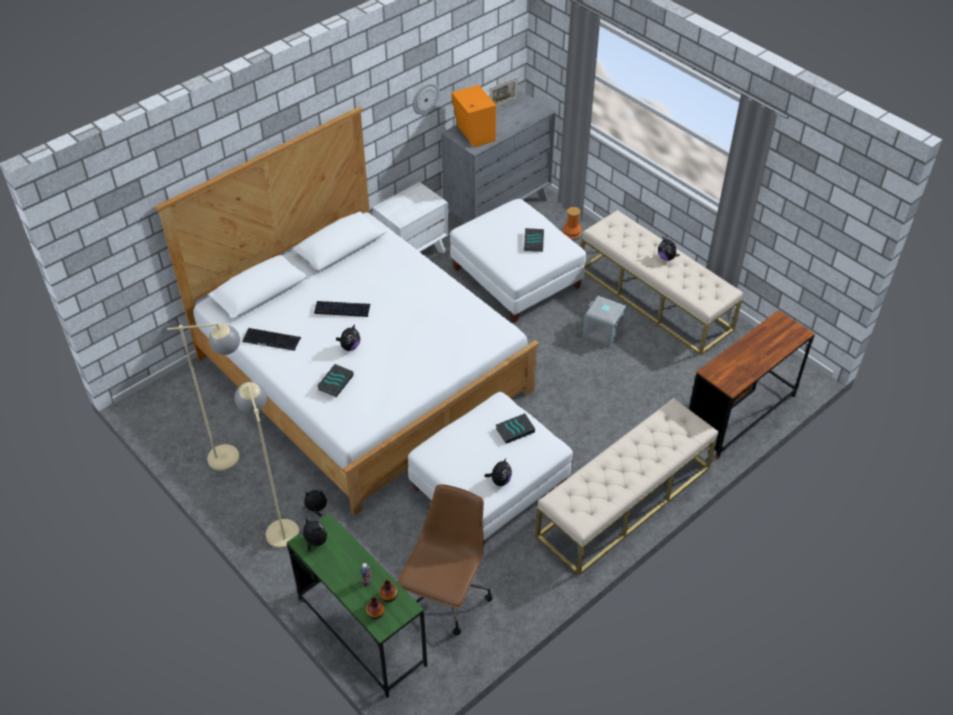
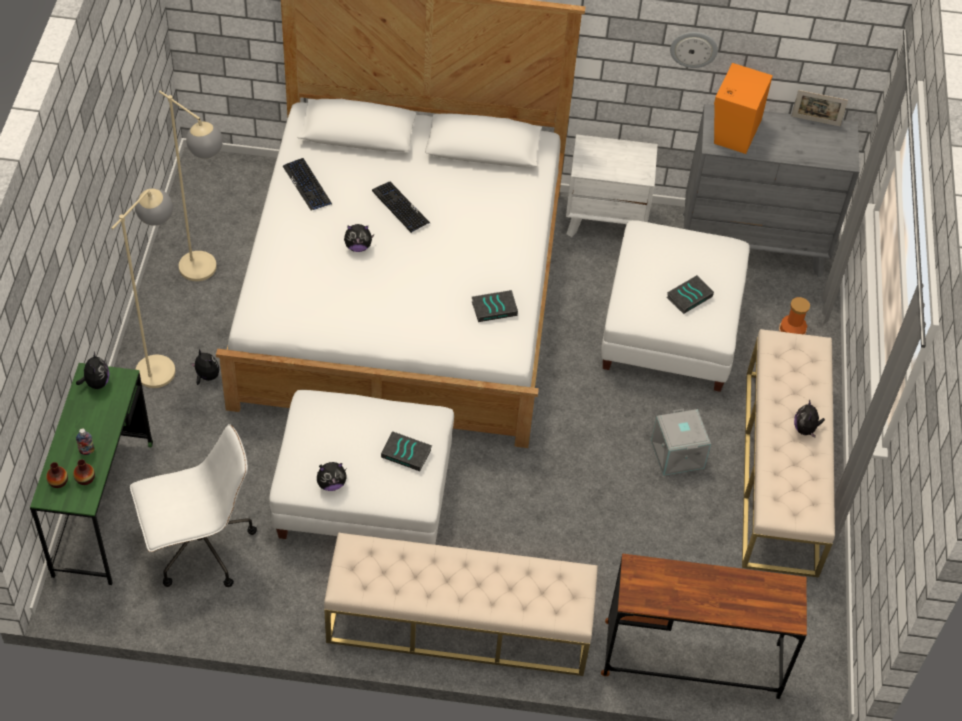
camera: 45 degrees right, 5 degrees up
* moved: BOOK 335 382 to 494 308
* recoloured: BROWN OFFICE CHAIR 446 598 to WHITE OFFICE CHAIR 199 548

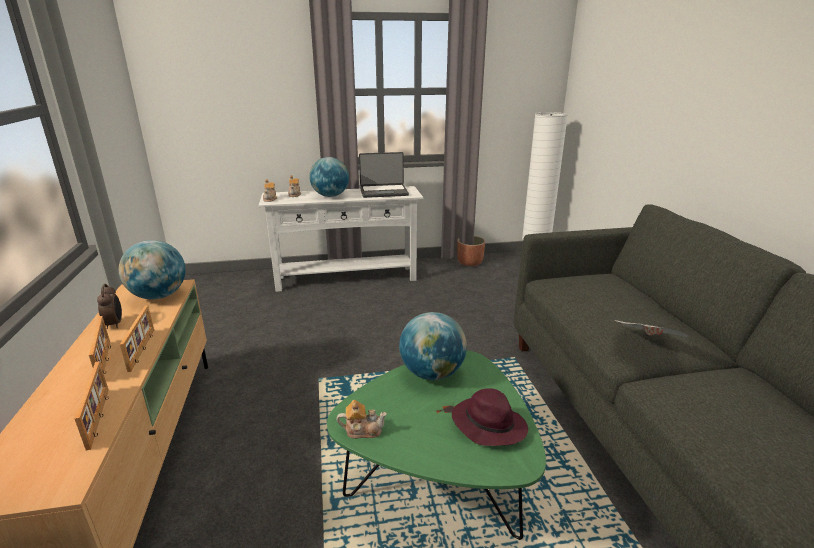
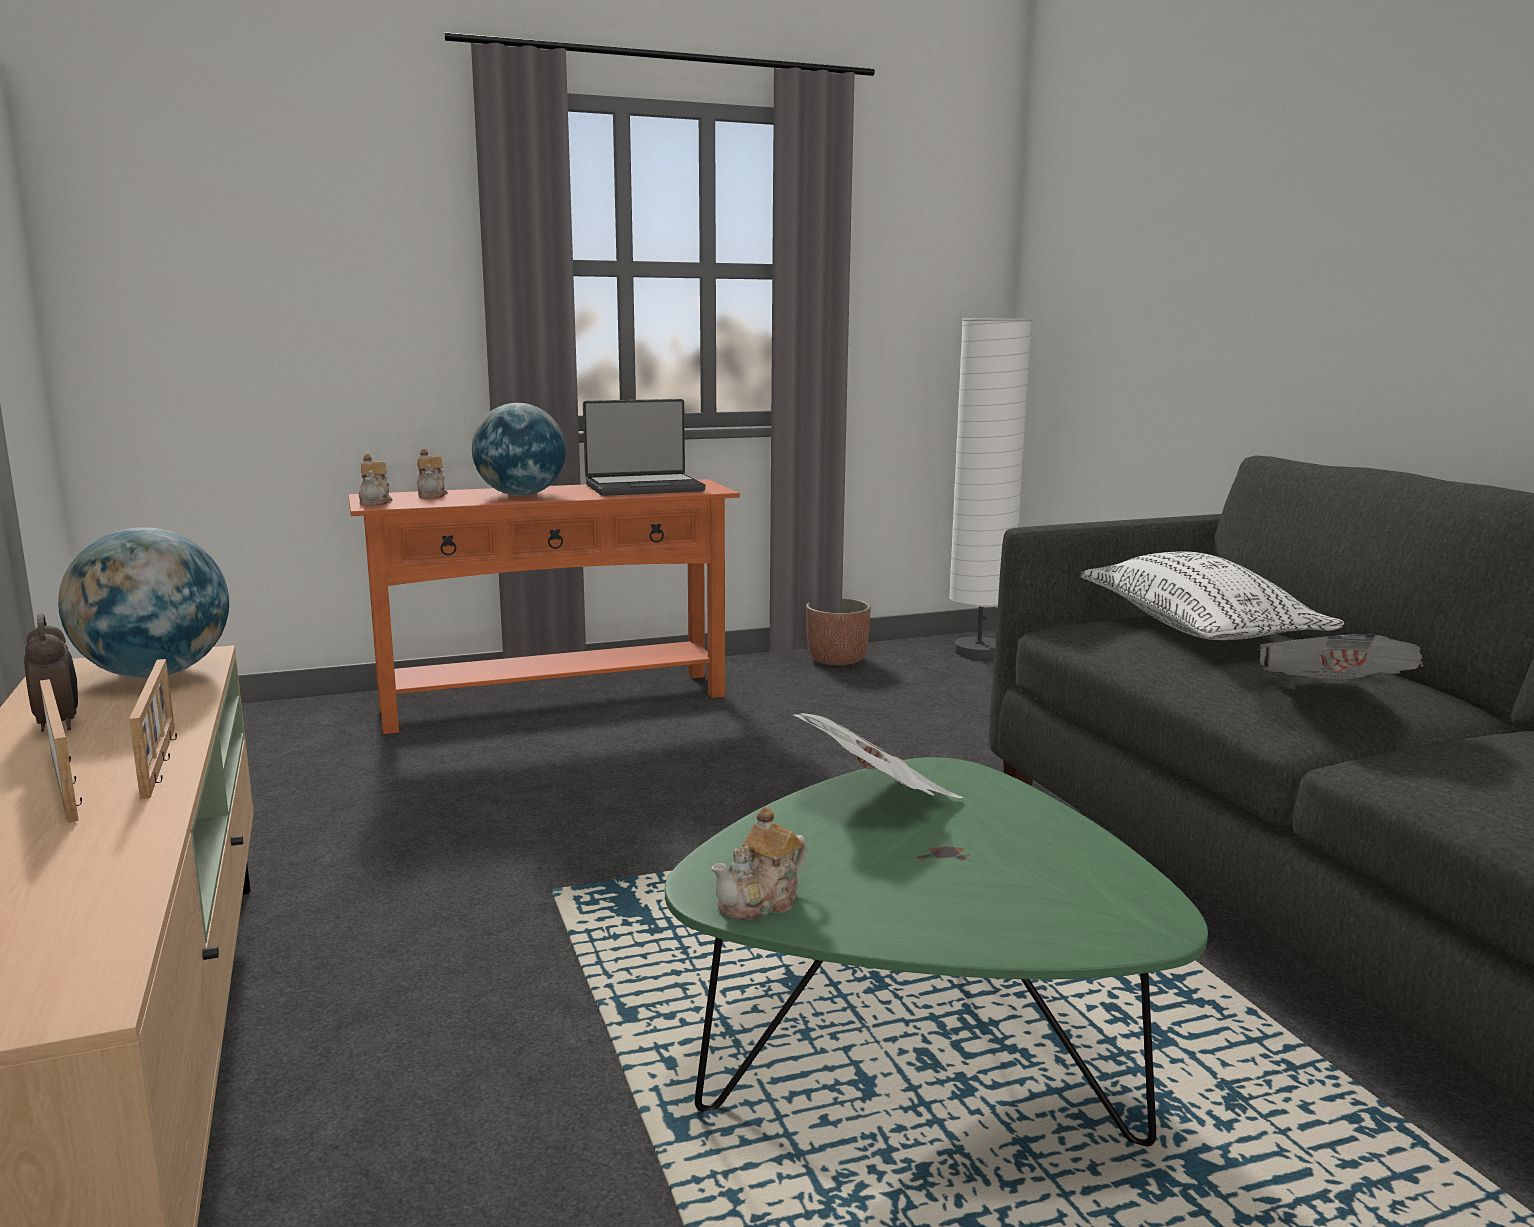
camera: 10 degrees left, 10 degrees down
* recoloured: WHITE CONSOLE TABLE 346 278 to ORANGE CONSOLE TABLE 554 701
* replaced: GLOBE 432 373 to NEWSPAPER 877 798
* removed: PICTURE FRAME 99 417
* removed: PURPLE HAT 487 424
* turned: TEAPOT 362 430 = 761 902 150 degrees clockwise
* added: WHITE PILLOW 1195 629

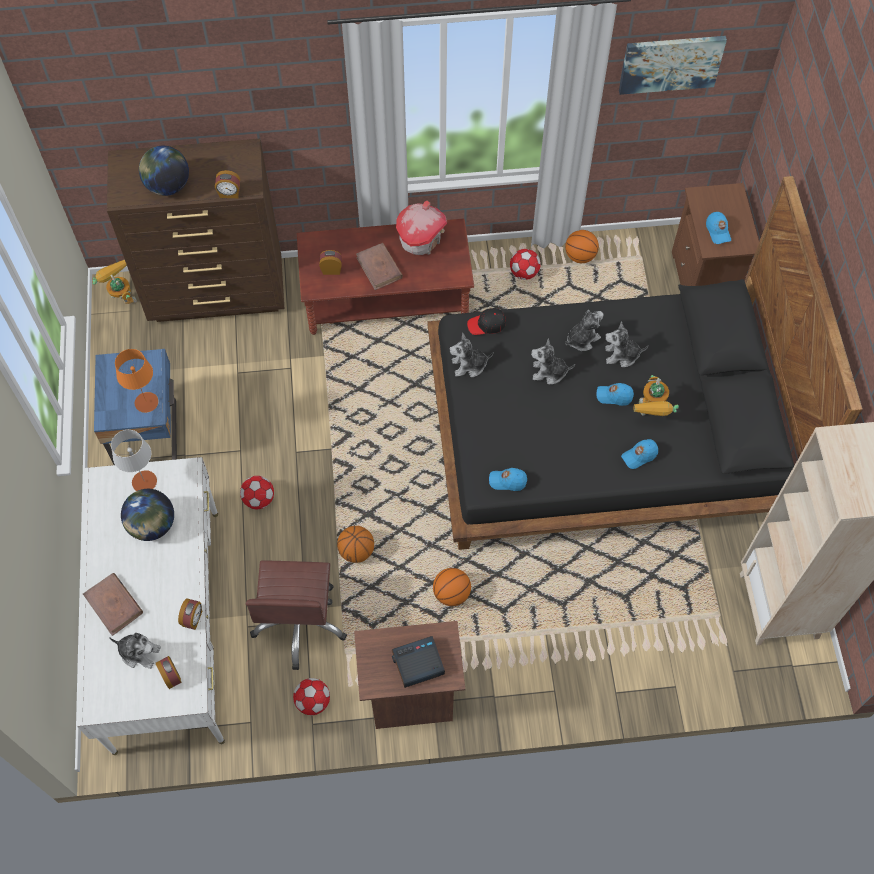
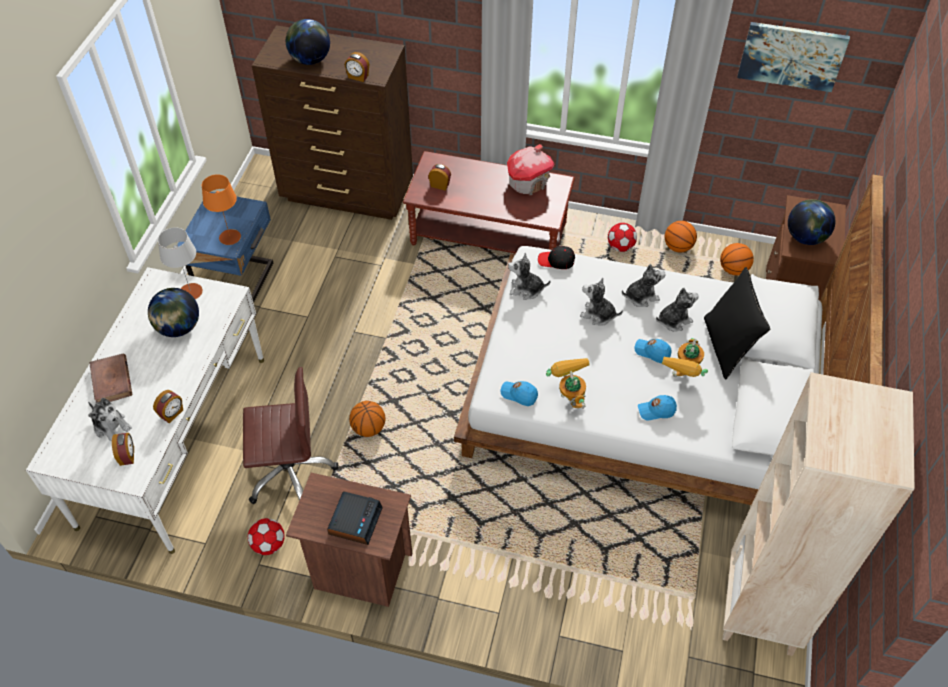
camera: 20 degrees right, 10 degrees down
* recoloured: BLACK BED 604 430 to WHITE BED 643 396
* replaced: BLUE CAP 718 231 to GLOBE 805 237
* removed: BROWN BOOK 379 268
* moved: TOY ROBOT 121 296 to 568 397
* turned: PLUSH TOY 621 355 = 674 320 135 degrees clockwise
* removed: FOOTBALL 259 499
* turned: BROWN OFFICE CHAIR 300 622 = 290 472 120 degrees counterclockwise
* moved: BASKETBALL 451 593 to 733 270
* turned: ALARM CLOCK 417 663 = 355 520 105 degrees clockwise
* added: BLACK PILLOW 727 346

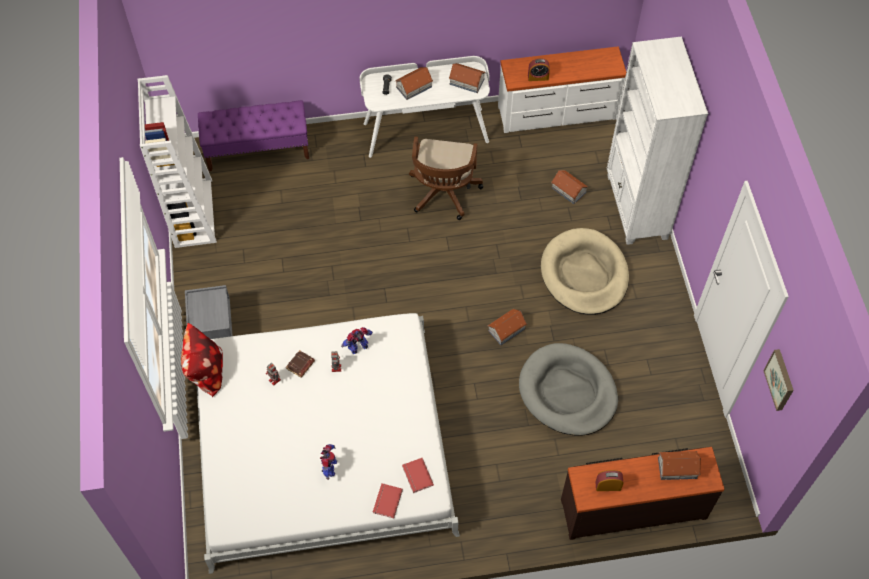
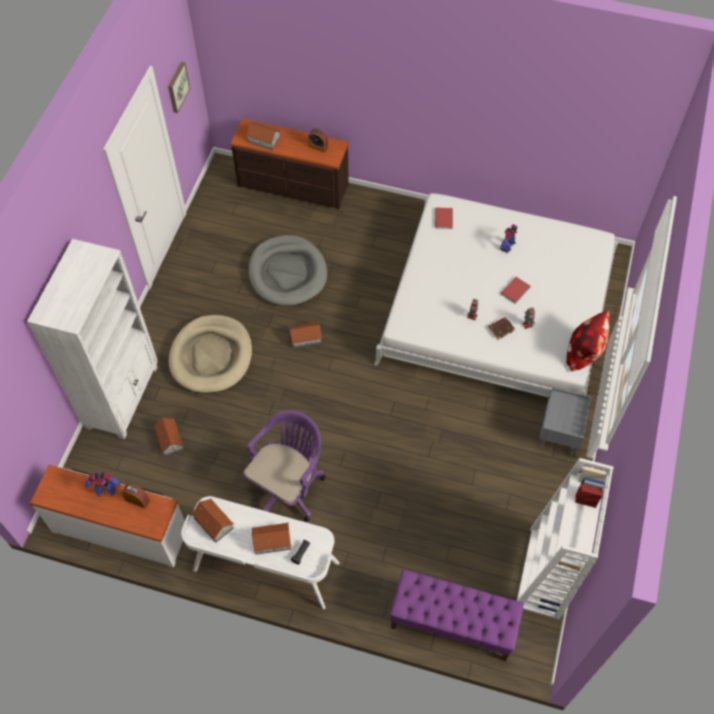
camera: 155 degrees left, 0 degrees up
* recoloured: BROWN OFFICE CHAIR 443 194 to PURPLE OFFICE CHAIR 288 485
* moved: TOY ROBOT 359 347 to 105 490
* moved: RED BOOK 386 501 to 516 291

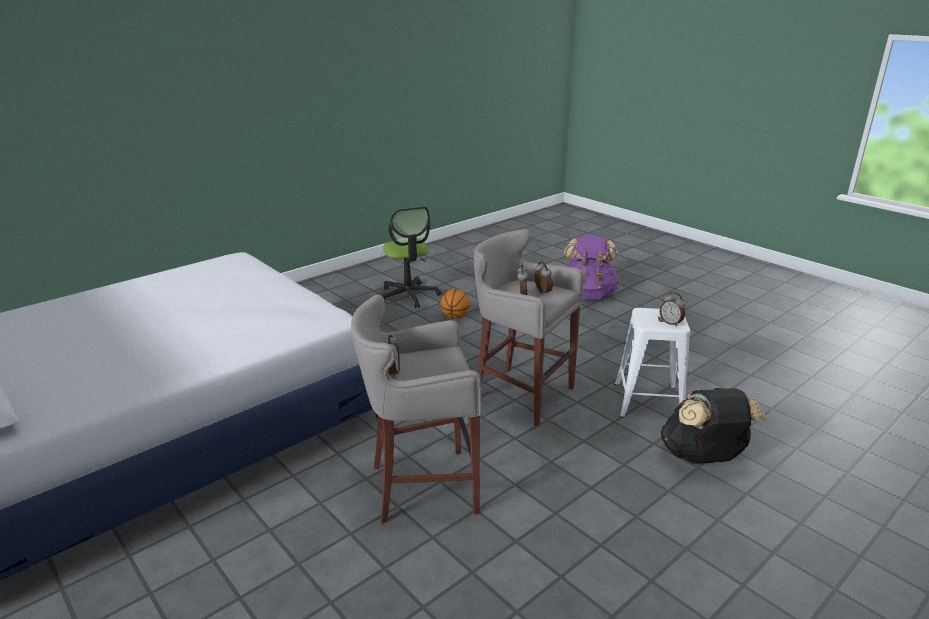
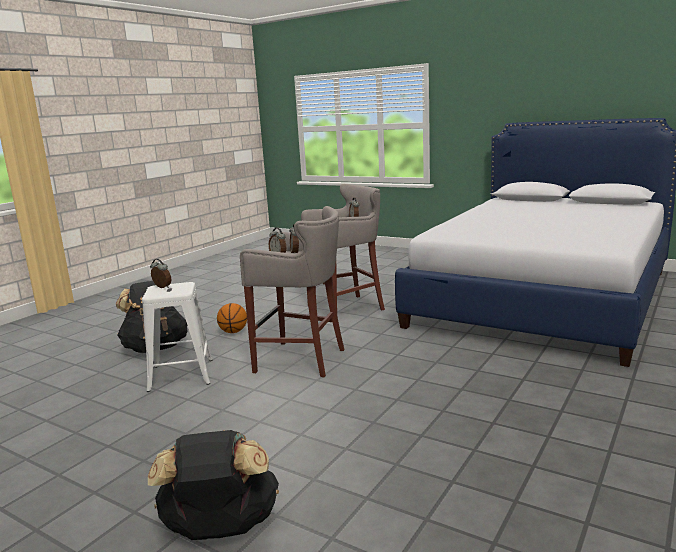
camera: 165 degrees right, 10 degrees down
* removed: OFFICE CHAIR 408 295
* recoloured: PURPLE BACKPACK 587 295 to BLACK BACKPACK 221 529
* moved: BASKETBALL 455 317 to 233 332

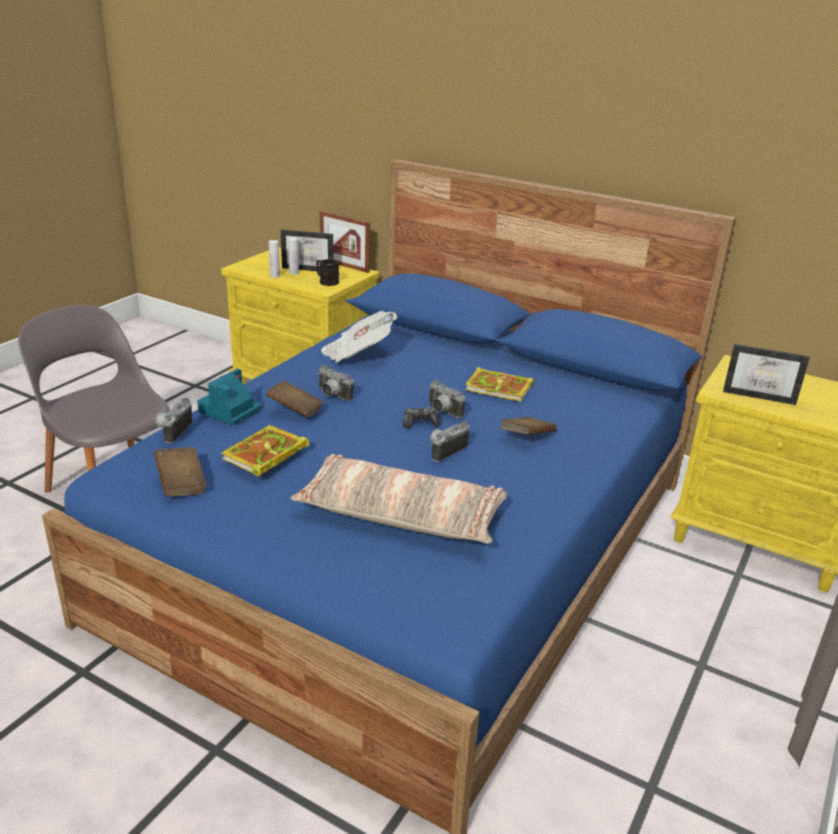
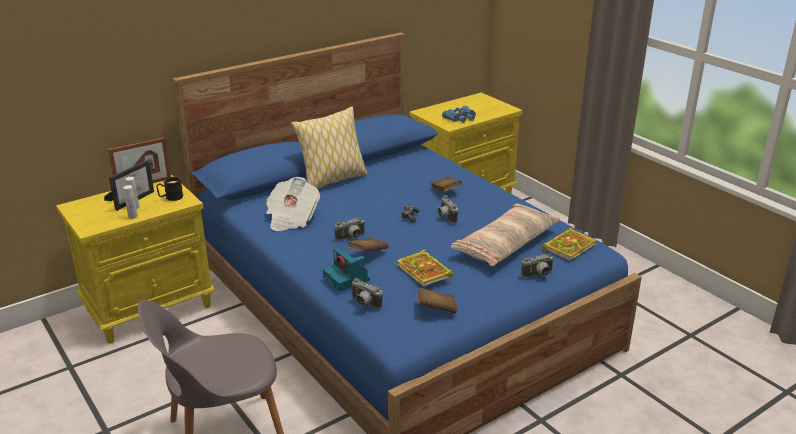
camera: 65 degrees left, 0 degrees up
* replaced: PICTURE FRAME 760 395 to BLUE BINOCULARS 460 118
* moved: BOOK 500 388 to 569 246
* moved: PHOTO CAMERA 442 411 to 538 275
* added: PILLOW 332 180

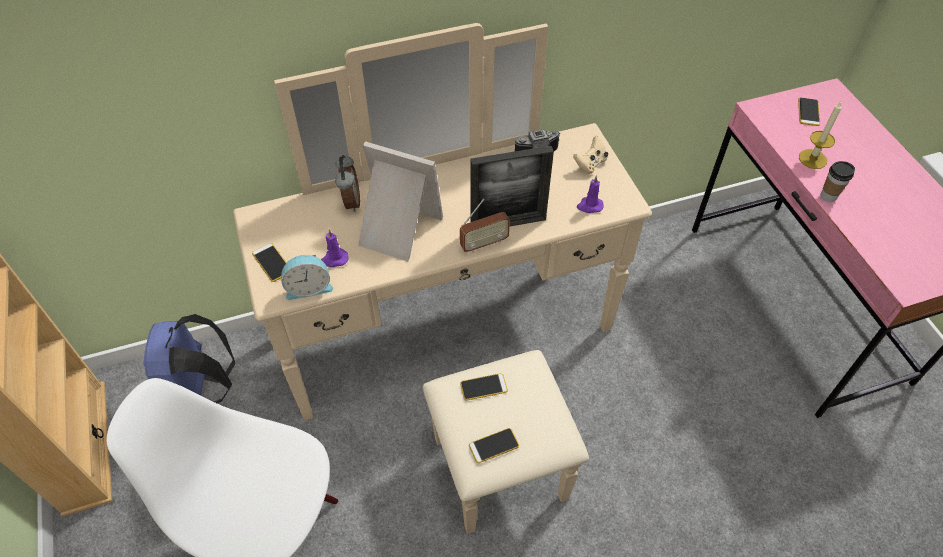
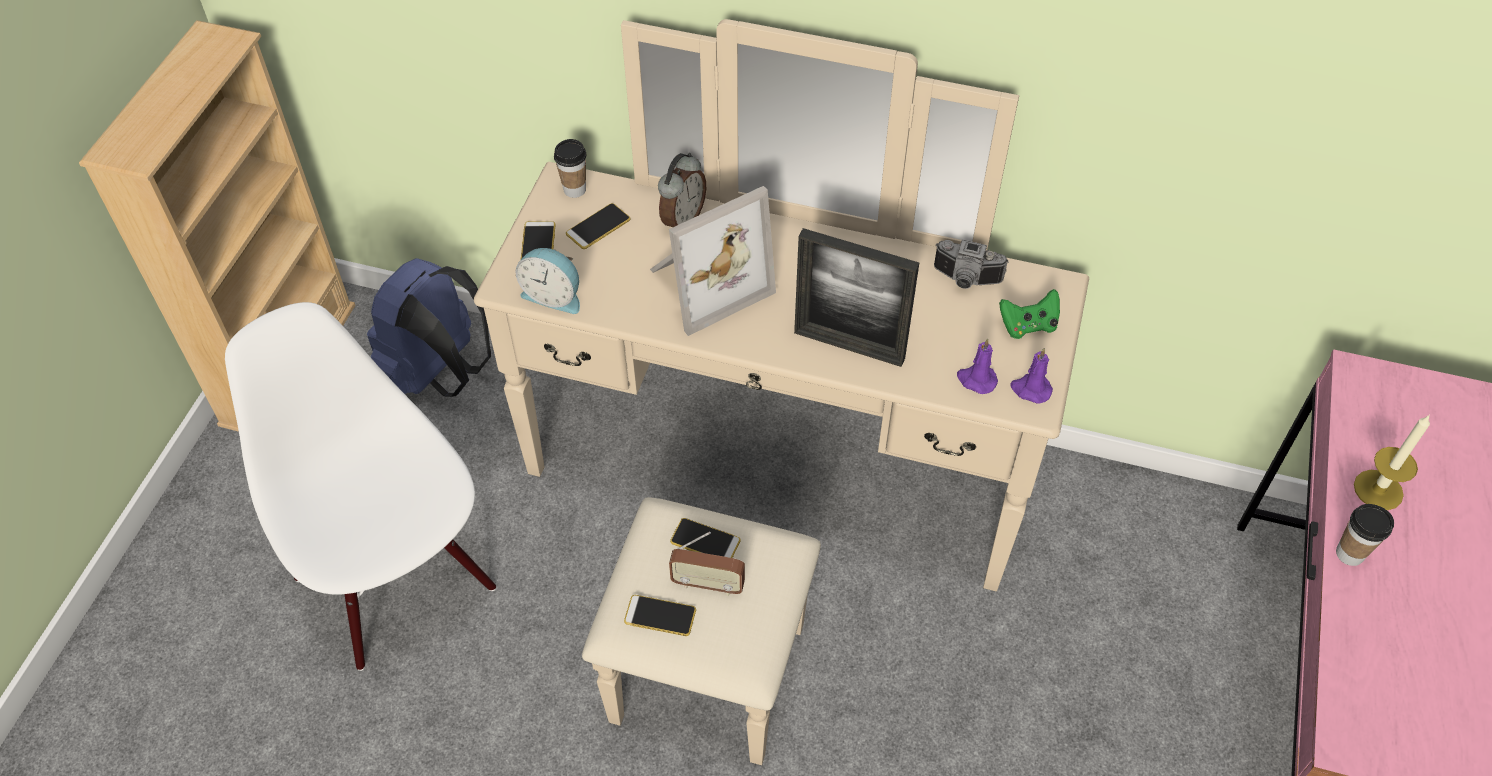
camera: 35 degrees right, 0 degrees up
* moved: PHONE 808 112 to 598 227
* recoloured: BEIGE GAME CONTROLLER 590 164 to GREEN GAME CONTROLLER 1028 326
* turned: PICTURE FRAME 396 230 = 706 282 90 degrees clockwise
* moved: RADIO 484 243 to 708 584
* moved: PURPLE CANDLE 334 259 to 1030 389
* added: CUP 574 190

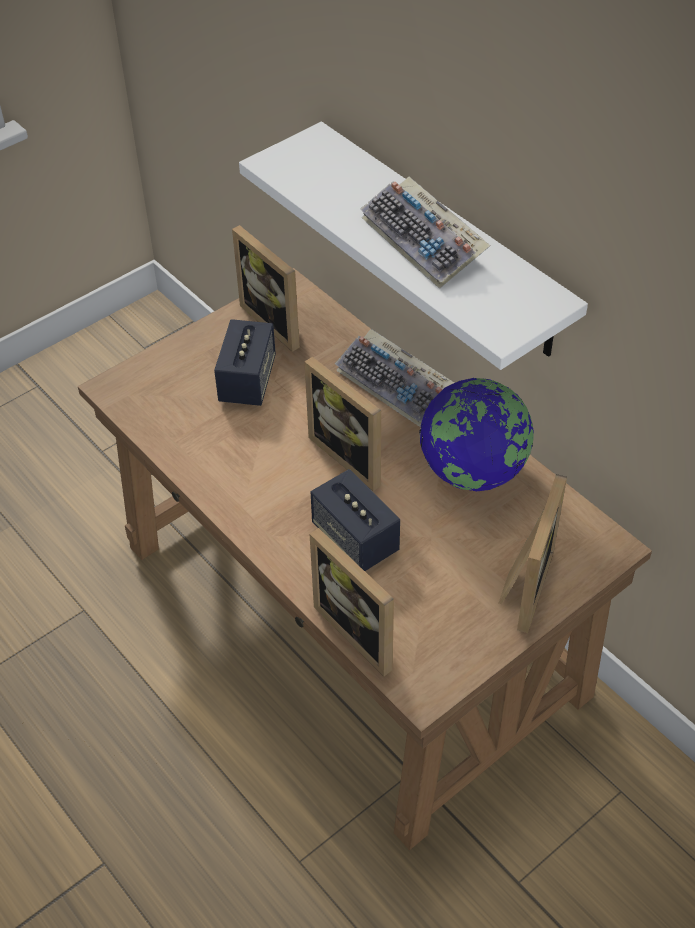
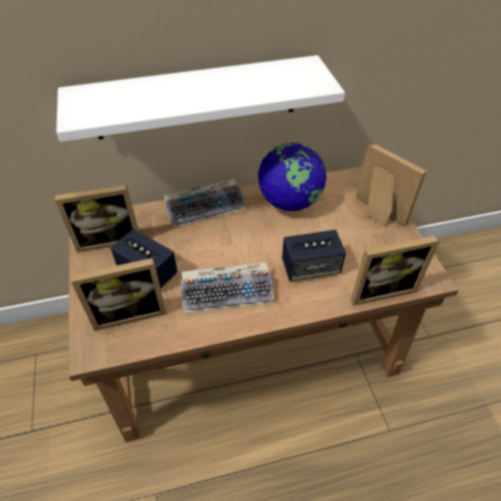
camera: 65 degrees left, 0 degrees up
* moved: KEYBOARD 425 242 to 228 291
* moved: PICTURE FRAME 352 455 to 129 312

